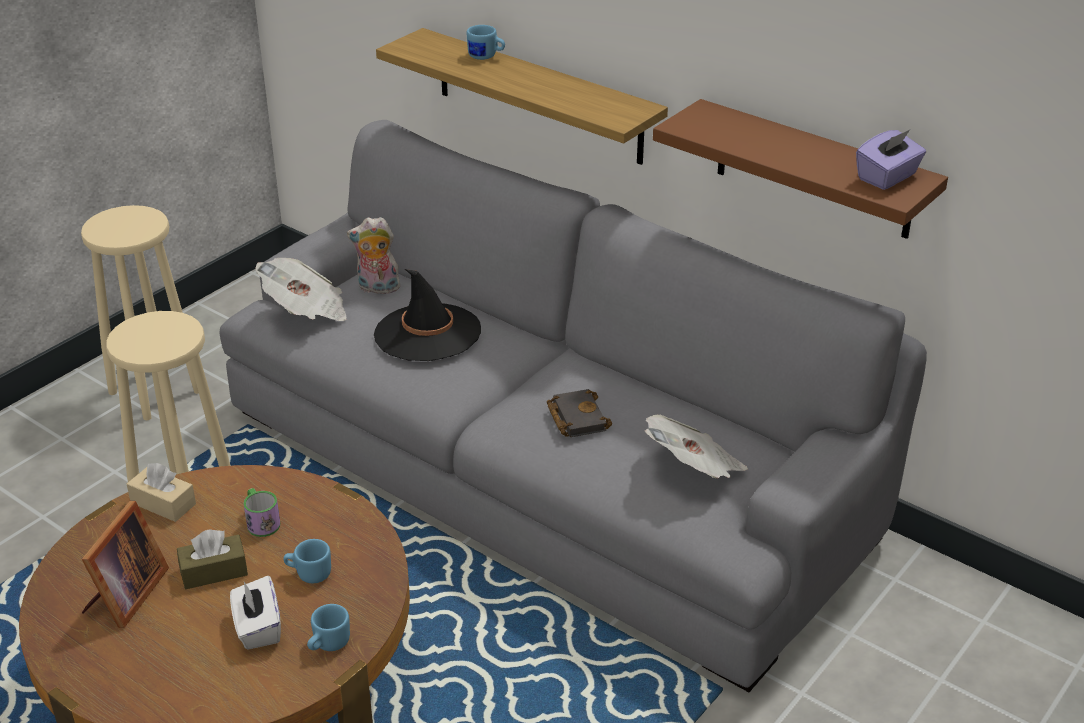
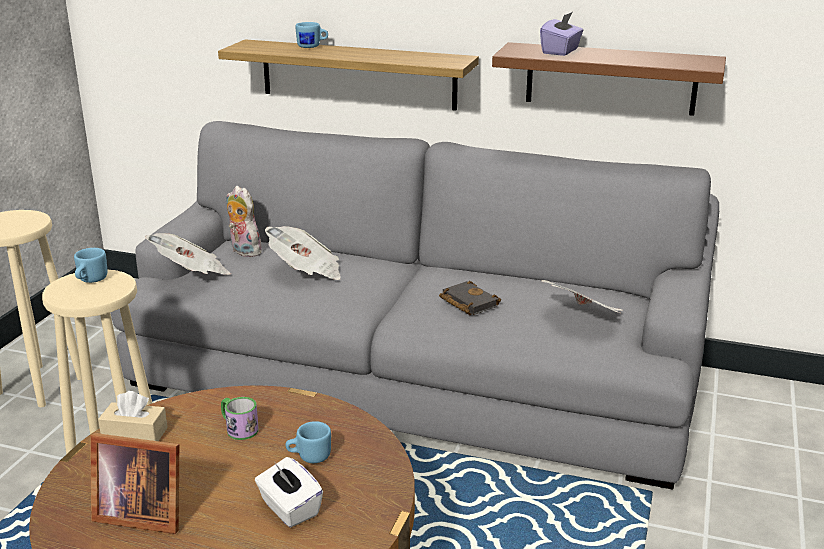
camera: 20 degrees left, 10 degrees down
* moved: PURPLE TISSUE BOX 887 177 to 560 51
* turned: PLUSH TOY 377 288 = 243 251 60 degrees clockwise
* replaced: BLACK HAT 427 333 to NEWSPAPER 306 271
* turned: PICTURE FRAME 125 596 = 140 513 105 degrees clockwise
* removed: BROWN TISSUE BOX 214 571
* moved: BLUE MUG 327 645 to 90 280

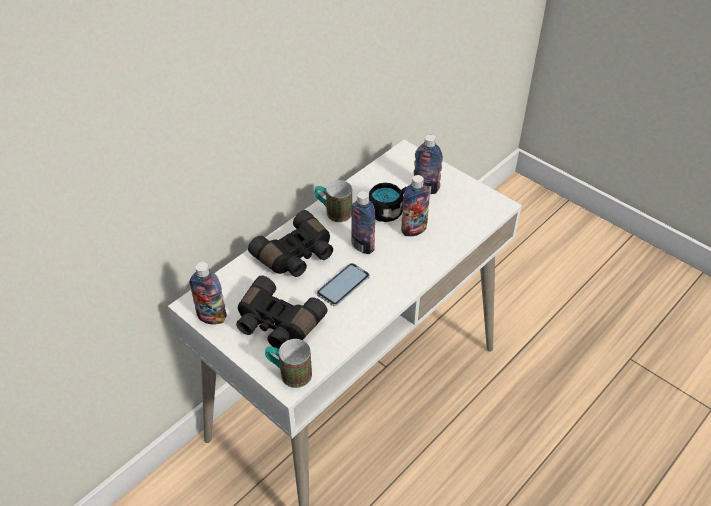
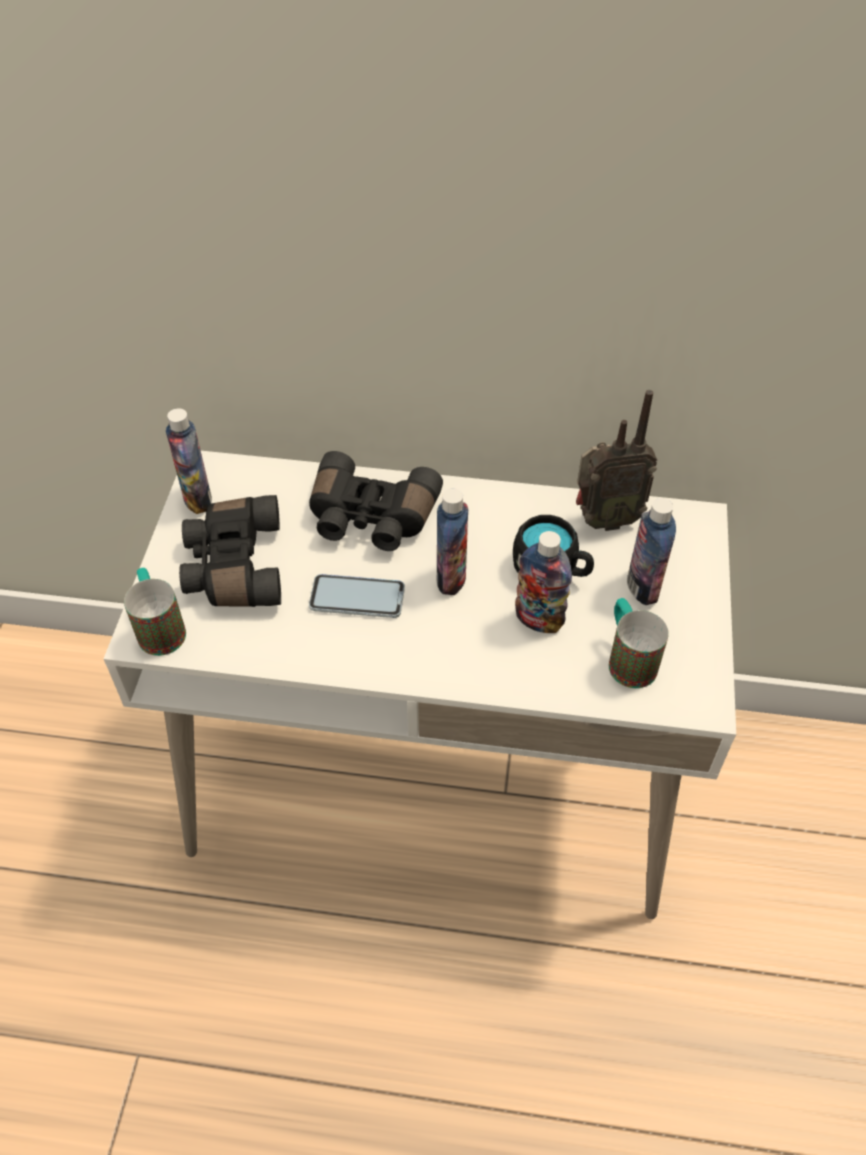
camera: 55 degrees right, 5 degrees up
* moved: MUG 333 212 to 627 658
* added: RADIO 604 519

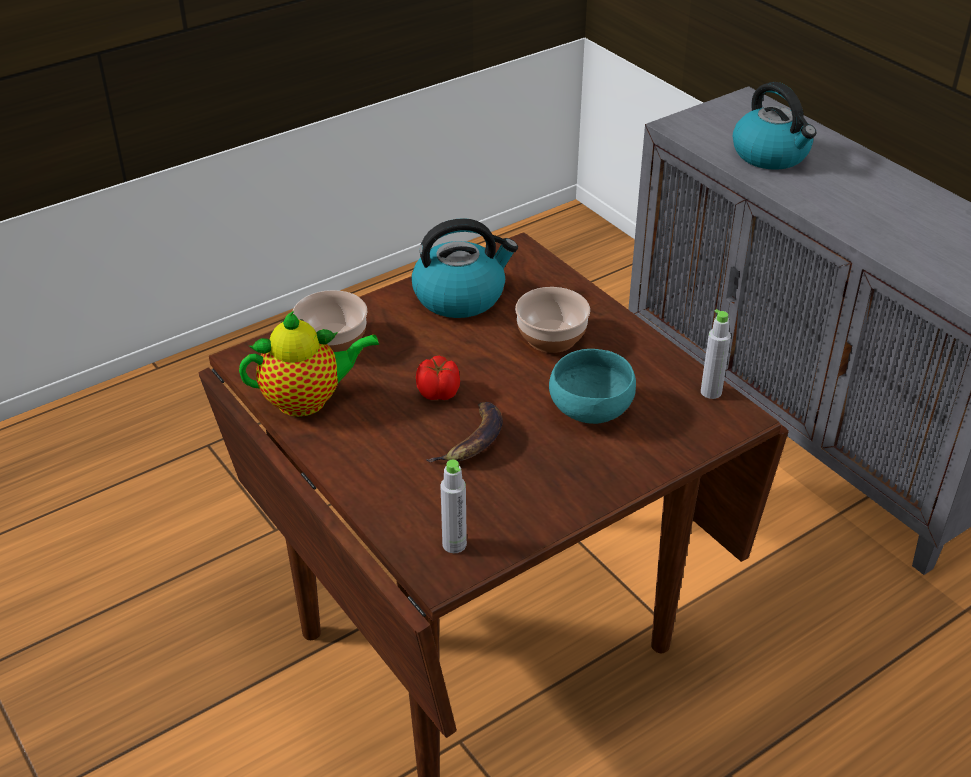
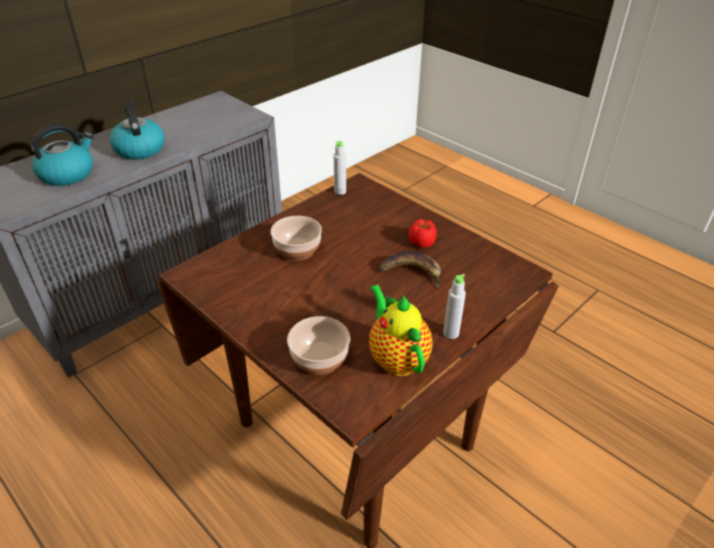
camera: 100 degrees left, 0 degrees up
* moved: KETTLE 460 296 to 139 149
* removed: TURQUOISE BOWL 590 411
* moved: TOMATO 439 393 to 422 242
* moved: GREY BOTTLE 454 544 to 451 333

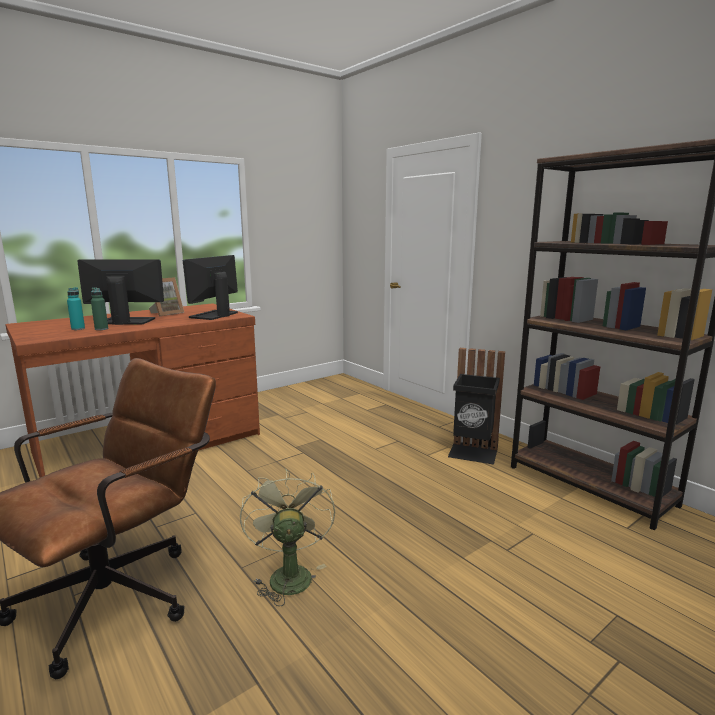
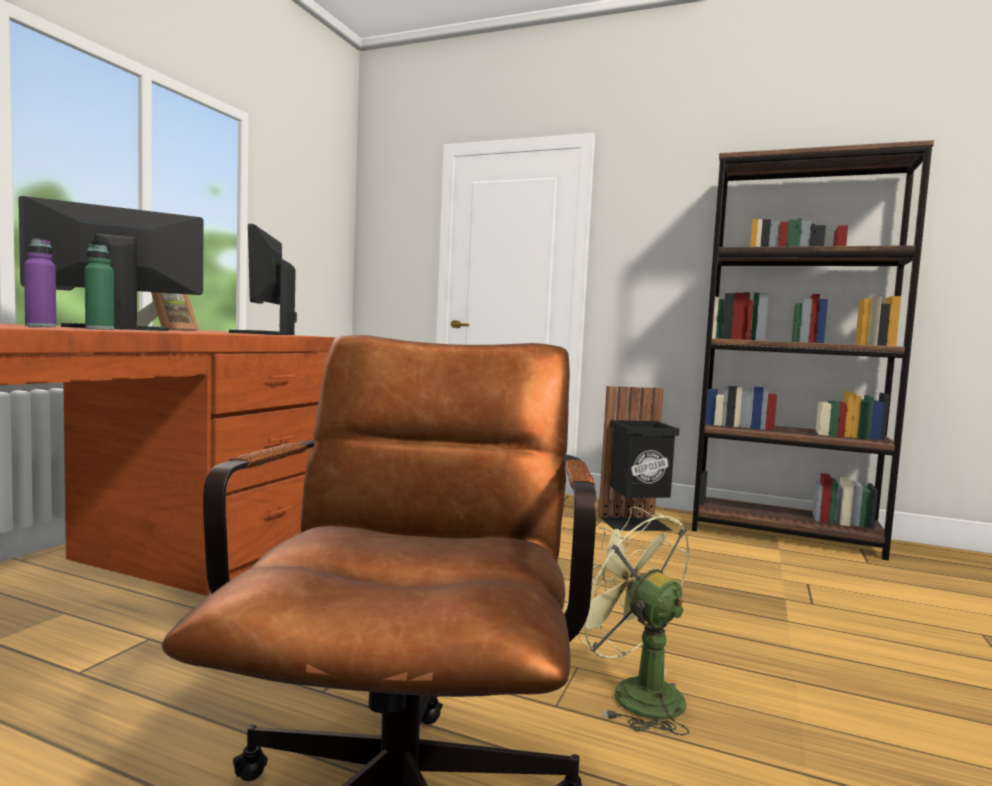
camera: 30 degrees left, 10 degrees down
* recoloured: TURQUOISE BOTTLE 78 329 to PURPLE BOTTLE 41 326

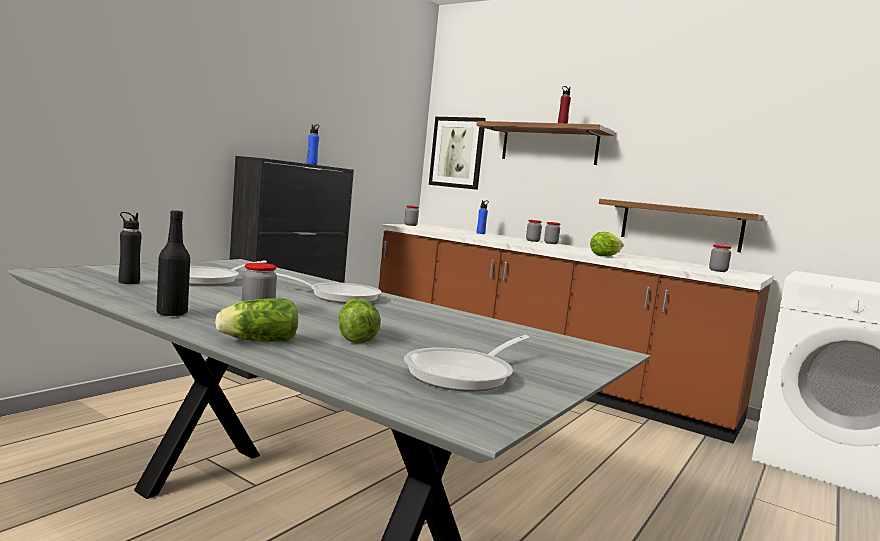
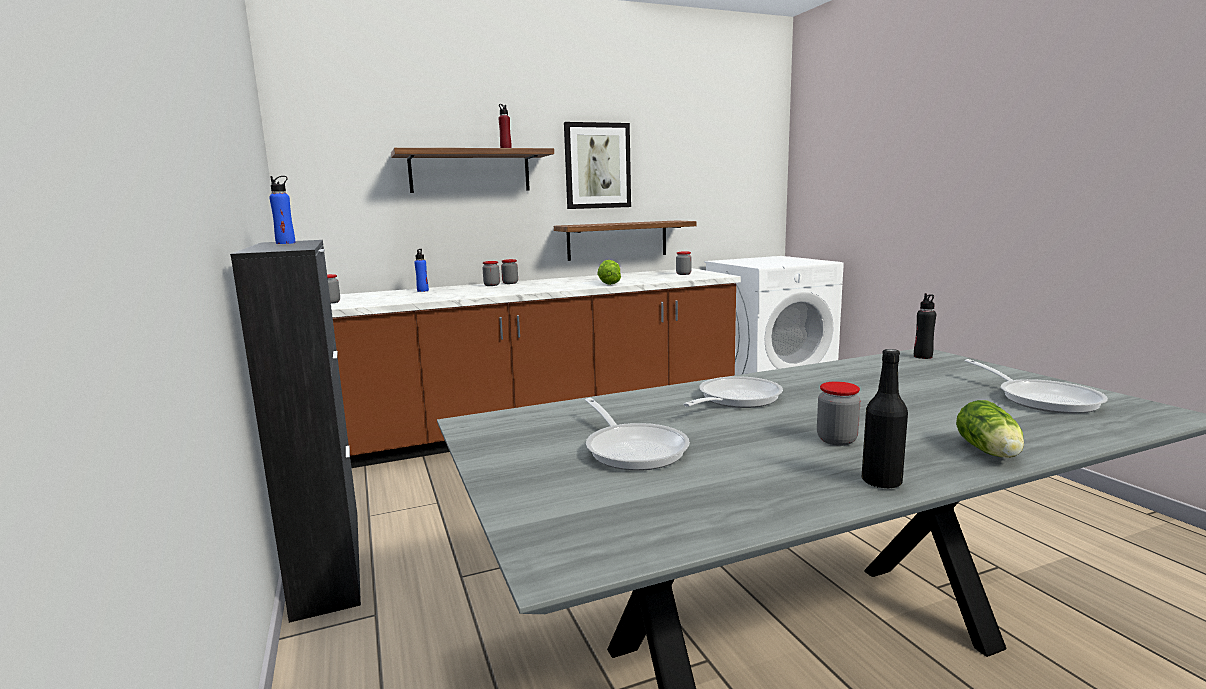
camera: 55 degrees left, 5 degrees up
* moved: PICTURE 457 152 to 597 166
* moved: BLACK BOTTLE 129 282 to 923 356
* removed: LETTUCE 356 336

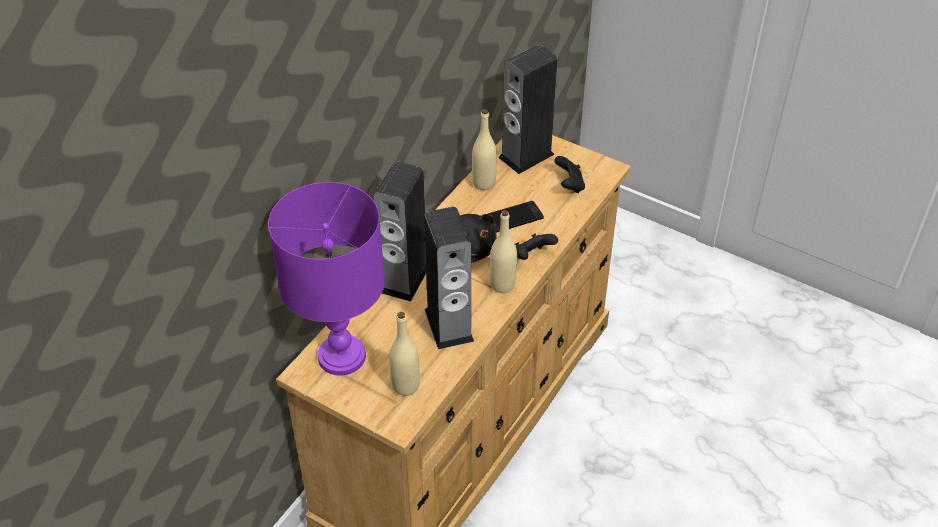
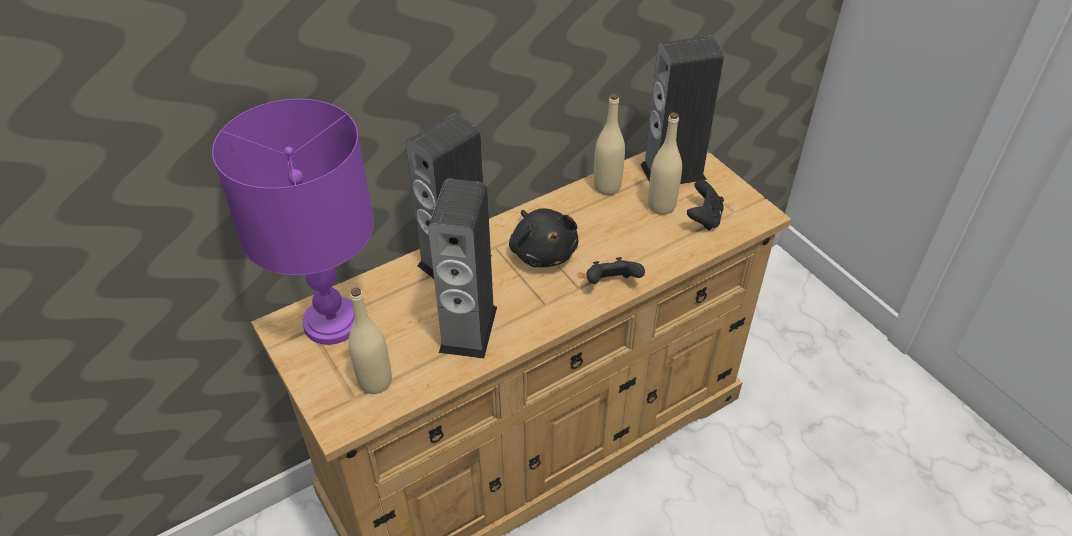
camera: 25 degrees right, 0 degrees up
* removed: PHONE 514 217
* moved: BEIGE BOTTLE 502 285 to 661 206

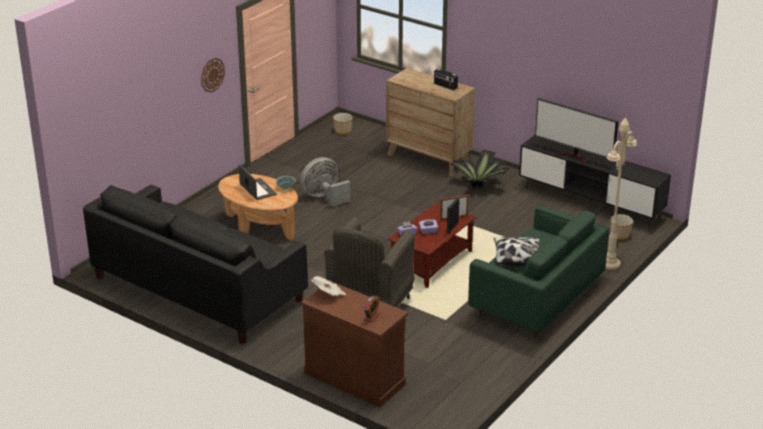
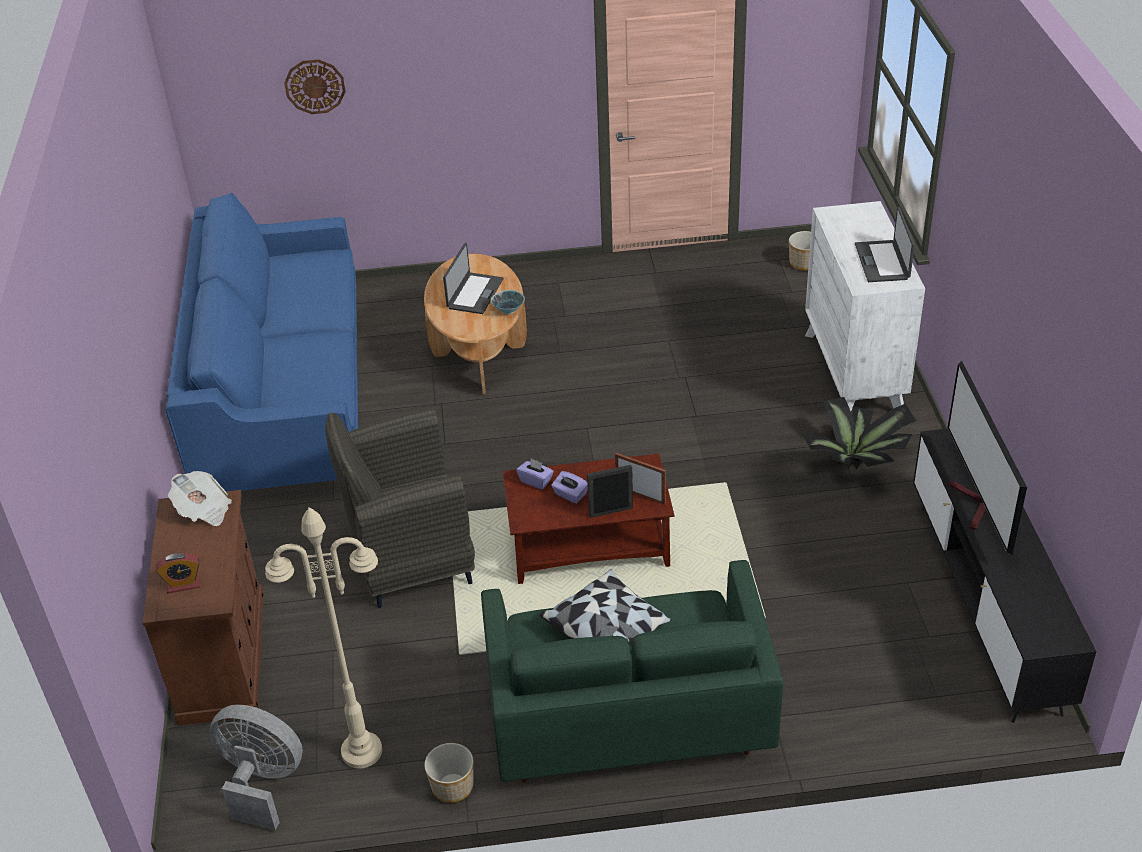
camera: 50 degrees right, 10 degrees up
* moved: WALL CLOCK 212 75 to 315 86
* recoloured: BROWN DRESSER 429 158 to WHITE DRESSER 854 372
* replaced: RADIO 445 86 to LAPTOP 883 262
* moved: BEIGE FLOOR LAMP 610 264 to 361 751
* moved: GREY FAN 324 197 to 262 782
* recoloured: BLACK SOFA 199 289 to BLUE SOFA 285 397
* moved: PLANTER 620 235 to 452 787

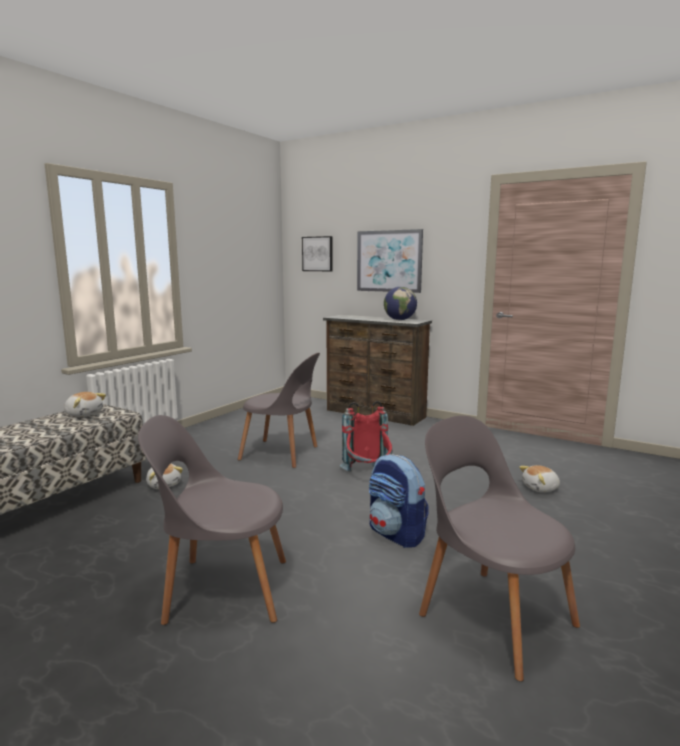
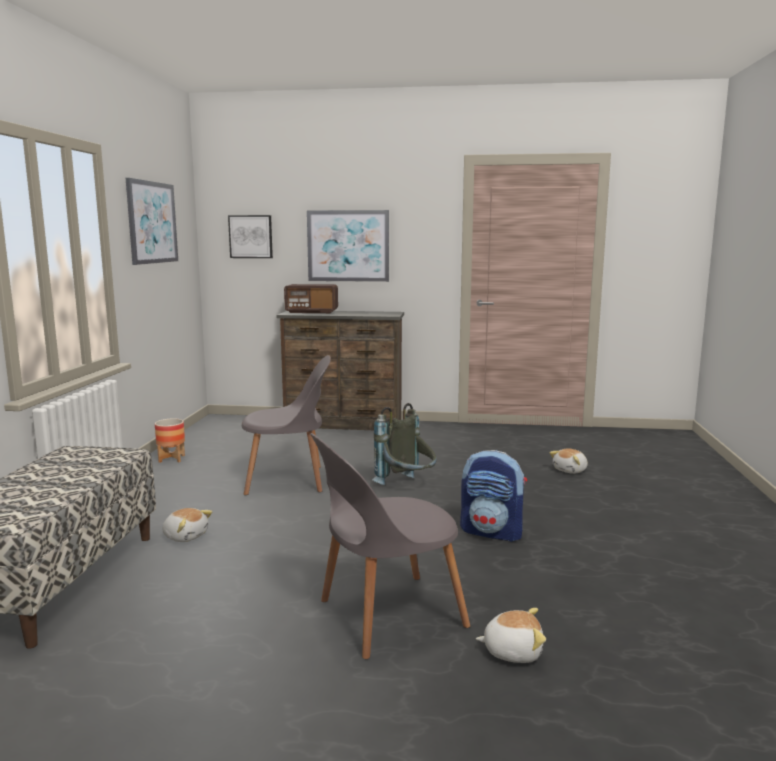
camera: 25 degrees left, 0 degrees up
* removed: GLOBE 399 320
* moved: PLUSH TOY 84 414 to 512 651
* recoloured: RED BACKPACK 368 476 to GREY BACKPACK 407 486
* removed: GREY CHAIR 492 616
* added: PICTURE 152 222
* added: RADIO 311 312
* added: PLANTER 171 459

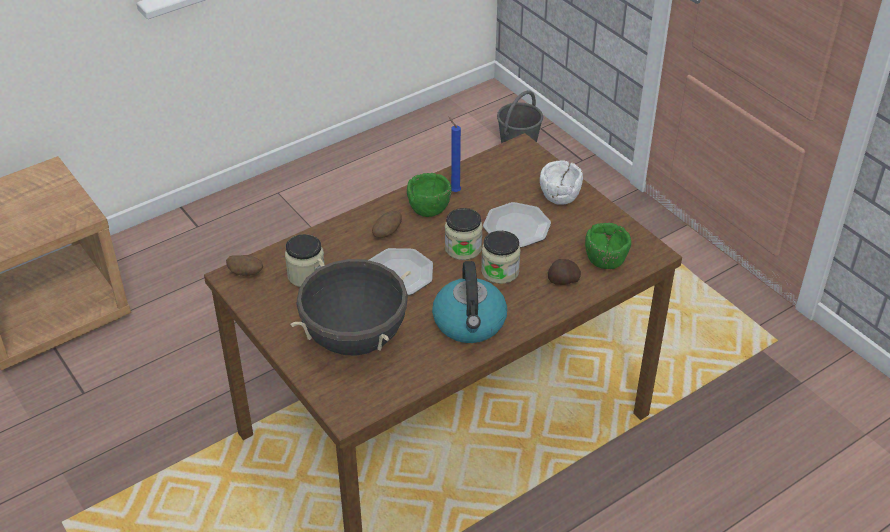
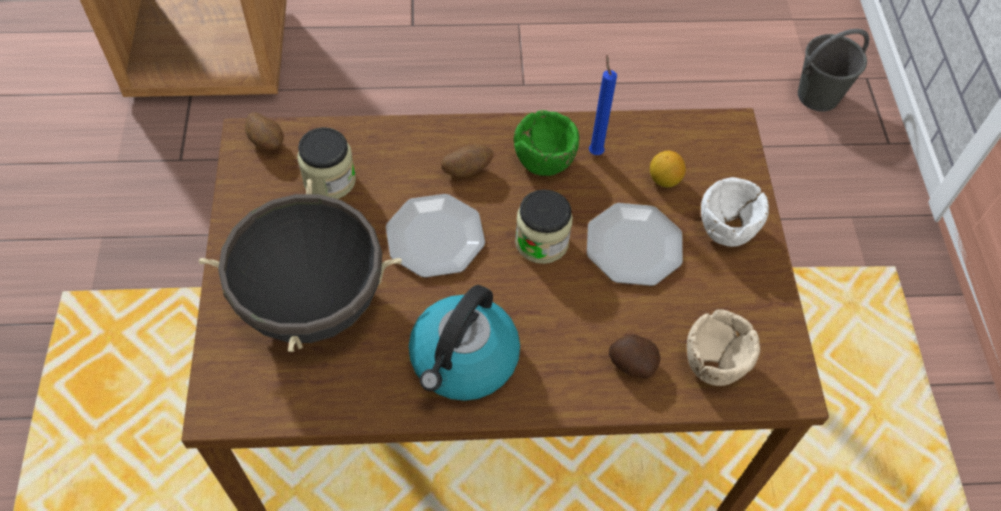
camera: 30 degrees right, 15 degrees up
* recoloured: GREEN BOWL 605 260 to BEIGE BOWL 714 363
* removed: JAR 500 271
* added: LEMON 664 180

